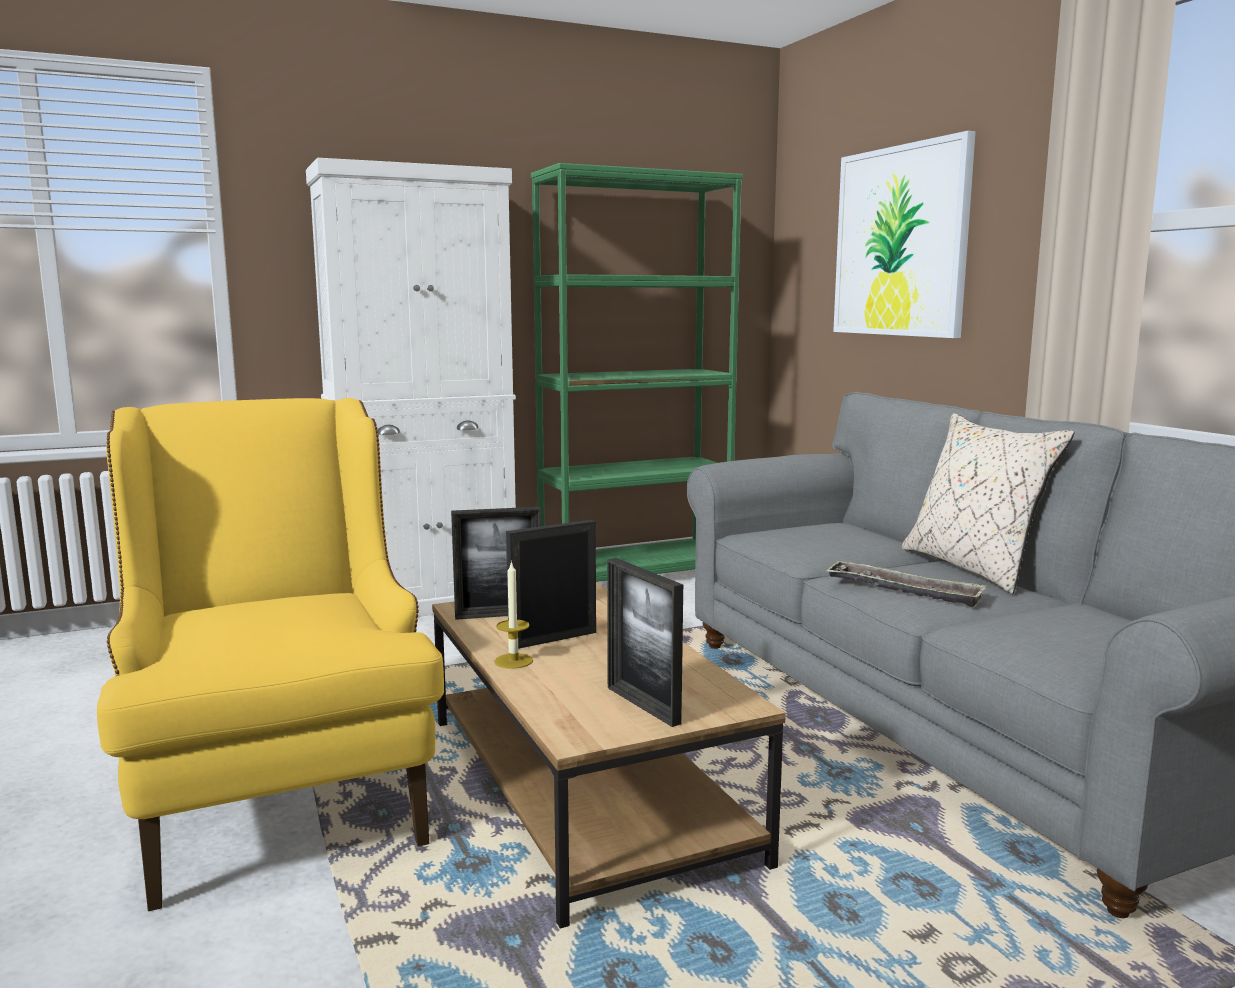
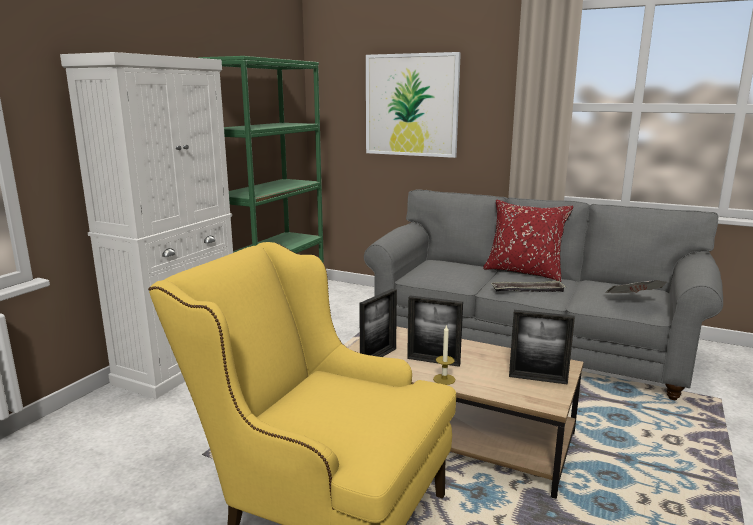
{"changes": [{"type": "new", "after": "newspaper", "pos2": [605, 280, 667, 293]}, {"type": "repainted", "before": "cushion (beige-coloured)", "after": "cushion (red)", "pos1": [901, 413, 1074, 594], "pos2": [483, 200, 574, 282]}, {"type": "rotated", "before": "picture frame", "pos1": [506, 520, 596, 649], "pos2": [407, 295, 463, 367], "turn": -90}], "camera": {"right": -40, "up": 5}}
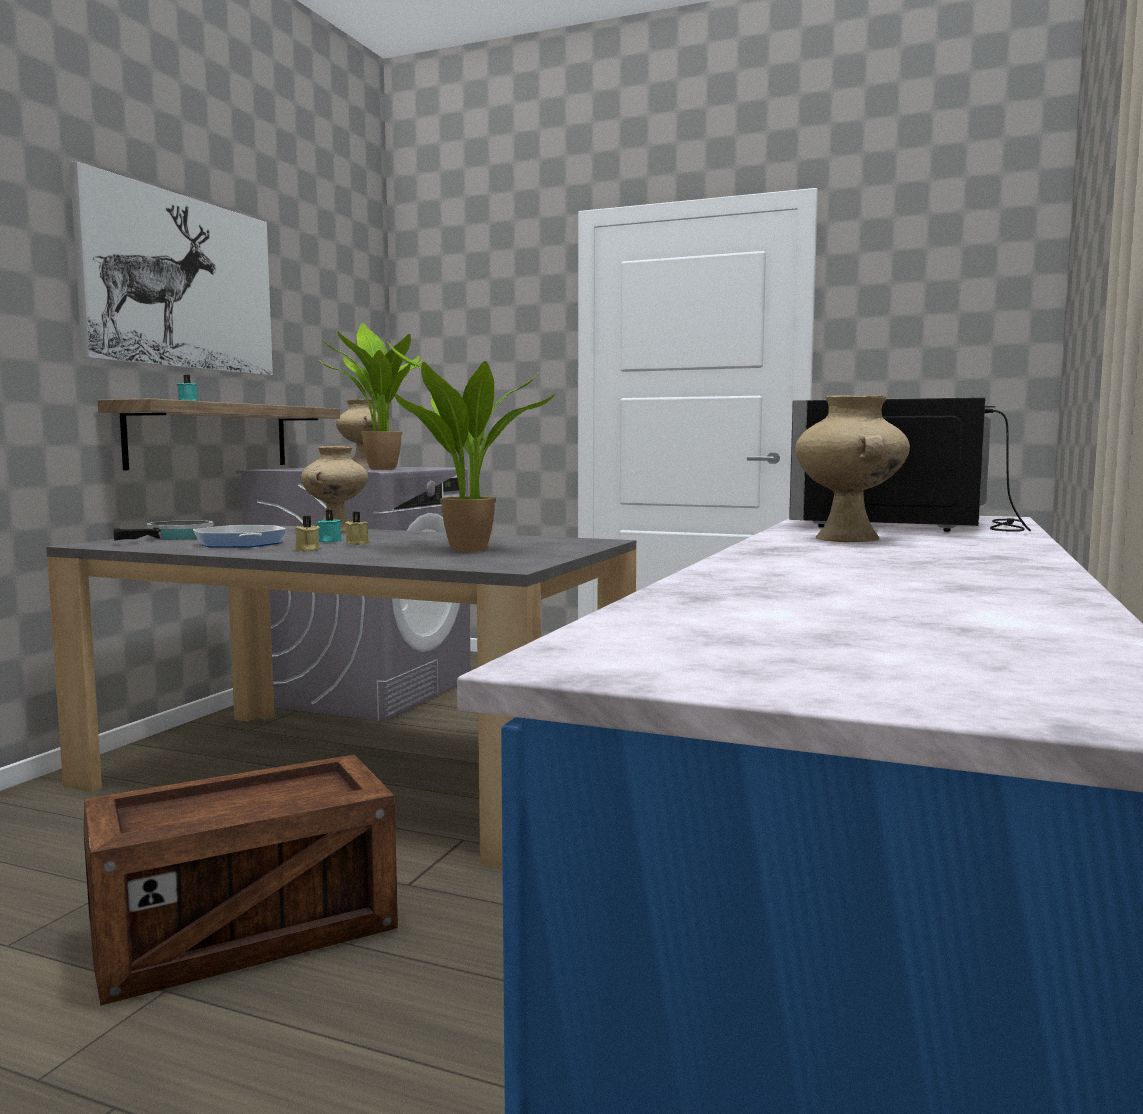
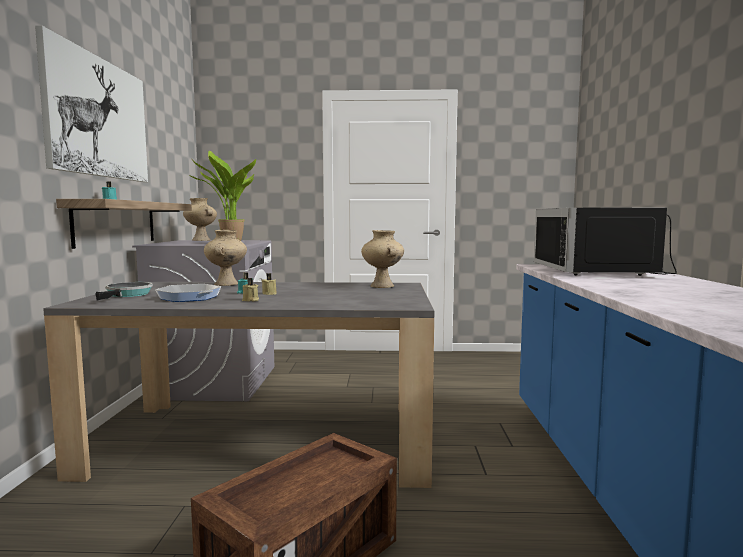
{"changes": [{"type": "gone", "before": "plant in a pot", "pos1": [387, 341, 556, 552]}, {"type": "shifted", "before": "decorative vase (beige-coloured)", "pos1": [795, 395, 910, 542], "pos2": [361, 230, 404, 288]}], "camera": {"right": -20, "up": 0}}
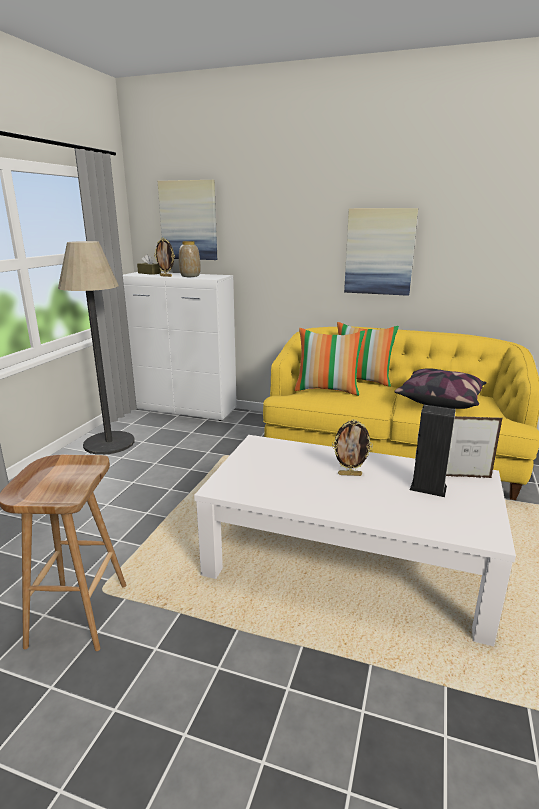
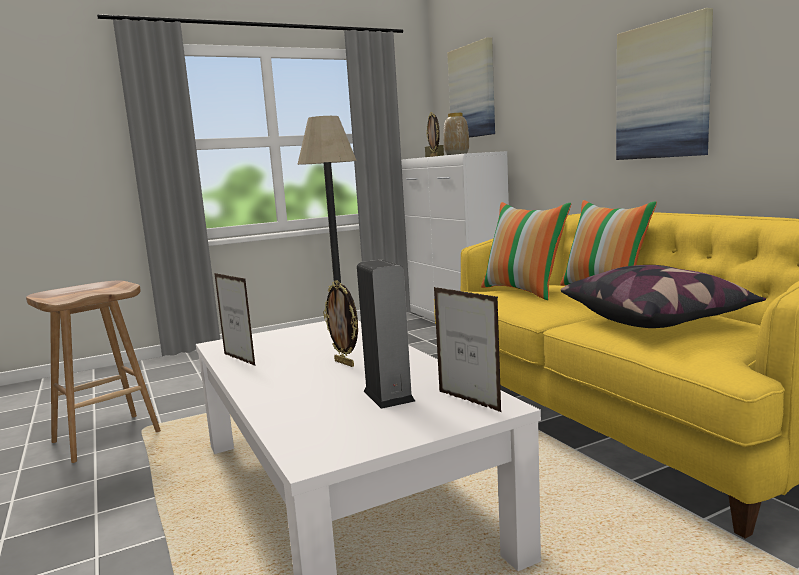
{"changes": [{"type": "new", "after": "picture frame", "pos2": [214, 273, 256, 366]}], "camera": {"right": 45, "up": -10}}
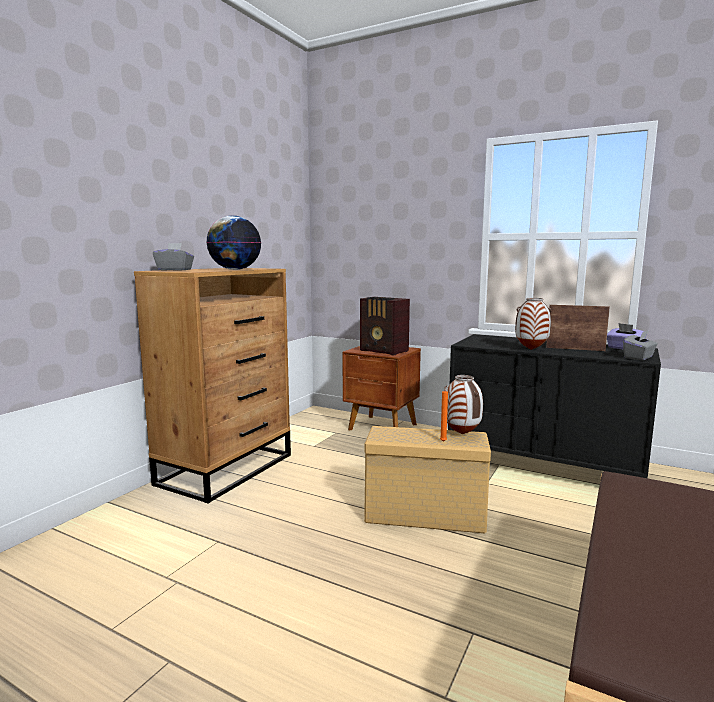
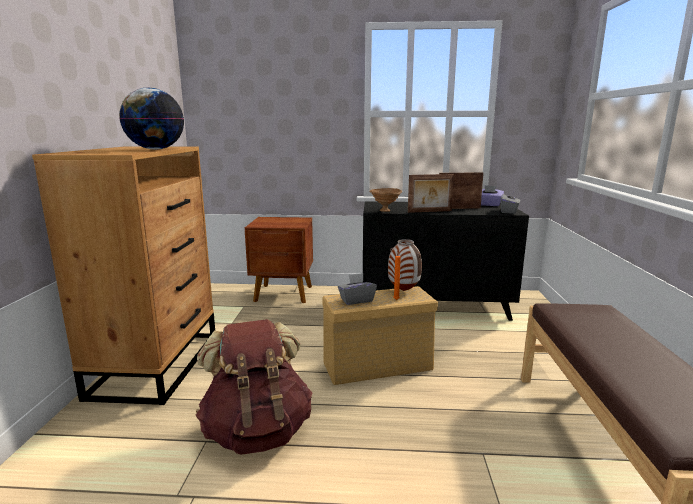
{"changes": [{"type": "gone", "before": "radio", "pos1": [360, 297, 410, 355]}, {"type": "new", "after": "knapsack (brown)", "pos2": [196, 319, 312, 455]}, {"type": "new", "after": "serving bowl (brown)", "pos2": [369, 188, 402, 212]}, {"type": "shifted", "before": "box of tissues (gray)", "pos1": [153, 243, 194, 271], "pos2": [338, 273, 377, 305]}, {"type": "swapped", "before": "decorative vase", "after": "picture frame", "pos1": [515, 298, 552, 350], "pos2": [408, 174, 454, 213]}], "camera": {"right": -25, "up": 5}}
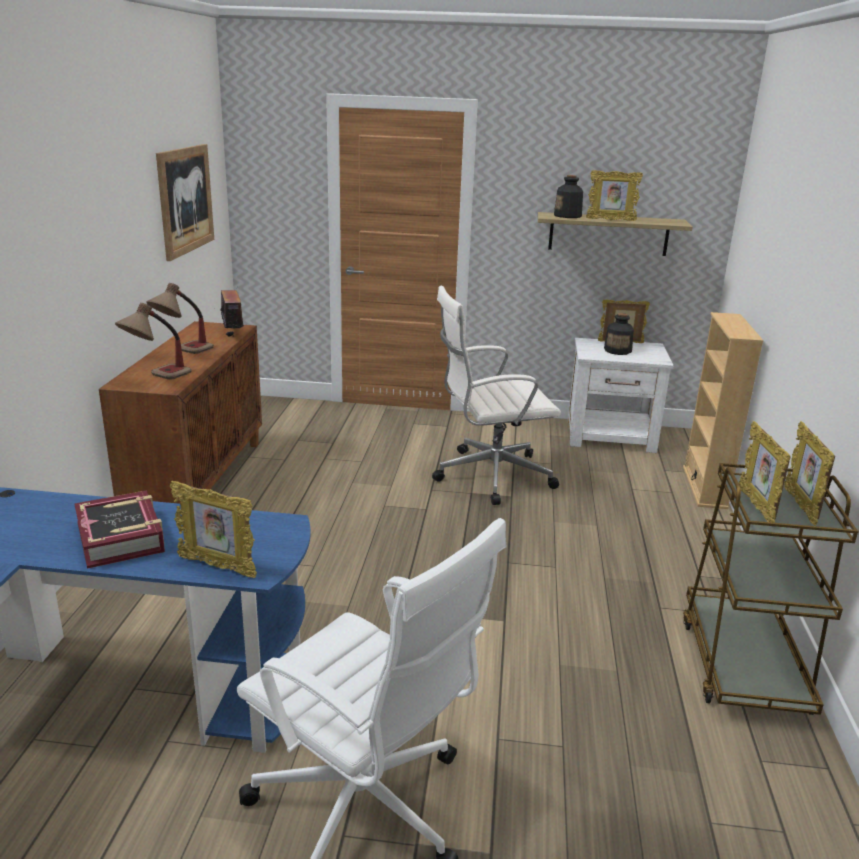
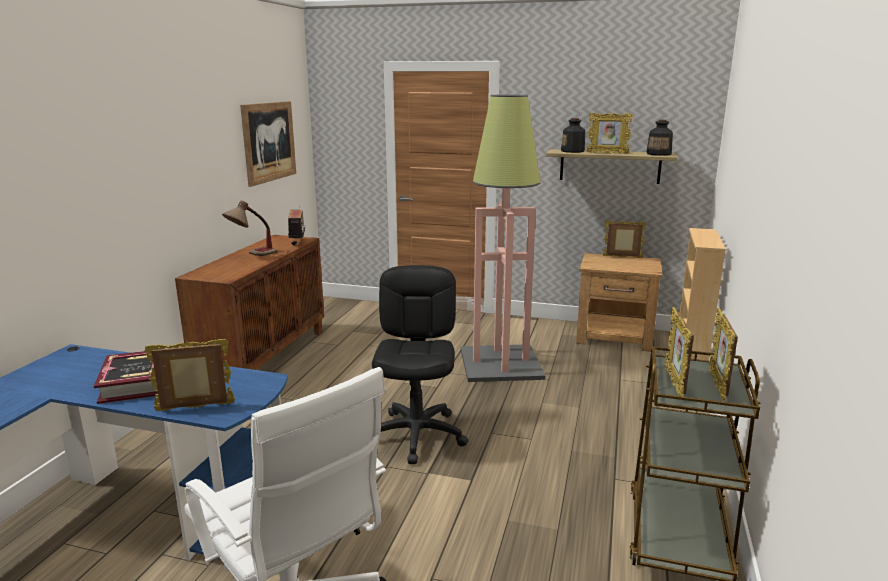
{"changes": [{"type": "gone", "before": "table lamp", "pos1": [115, 303, 192, 380]}, {"type": "new", "after": "office chair (black-coloured)", "pos2": [372, 265, 468, 464]}, {"type": "shifted", "before": "beverage bottle", "pos1": [604, 313, 634, 355], "pos2": [647, 120, 673, 156]}, {"type": "swapped", "before": "office chair (white)", "after": "standing lamp", "pos1": [432, 286, 561, 505], "pos2": [461, 95, 545, 382]}, {"type": "repainted", "before": "night table (white)", "after": "night table (brown)", "pos1": [568, 338, 674, 453], "pos2": [576, 253, 662, 352]}, {"type": "rotated", "before": "picture frame", "pos1": [170, 481, 257, 578], "pos2": [145, 339, 235, 411], "turn": 135}], "camera": {"right": 10, "up": -5}}
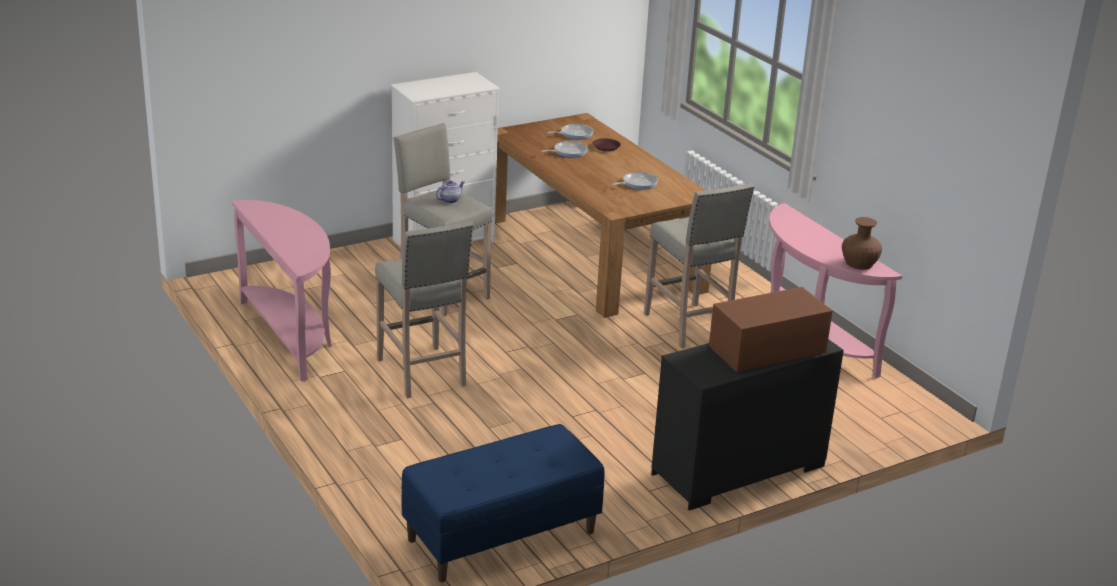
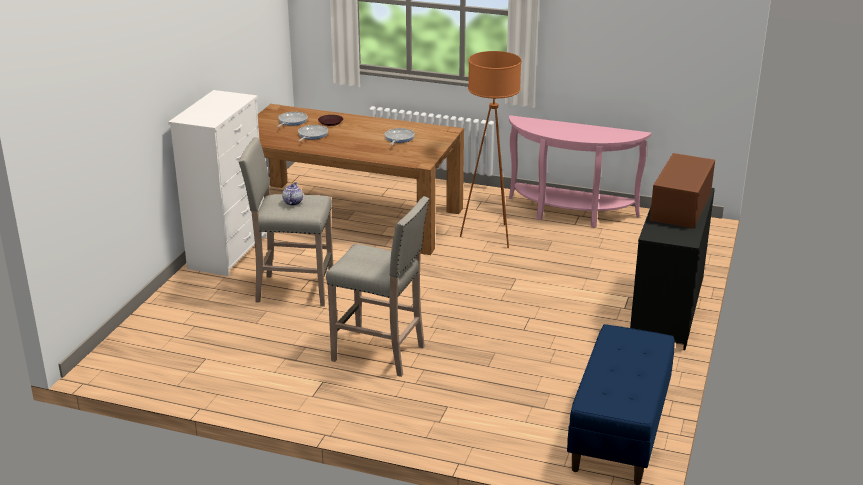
{"changes": [{"type": "gone", "before": "narrow table (pinkish)", "pos1": [231, 200, 332, 382]}, {"type": "gone", "before": "decorative vase (brown)", "pos1": [842, 217, 882, 270]}, {"type": "swapped", "before": "sitting stool (beige-coloured)", "after": "standing lamp (orangey)", "pos1": [644, 183, 755, 349], "pos2": [460, 51, 522, 248]}], "camera": {"right": -40, "up": 0}}
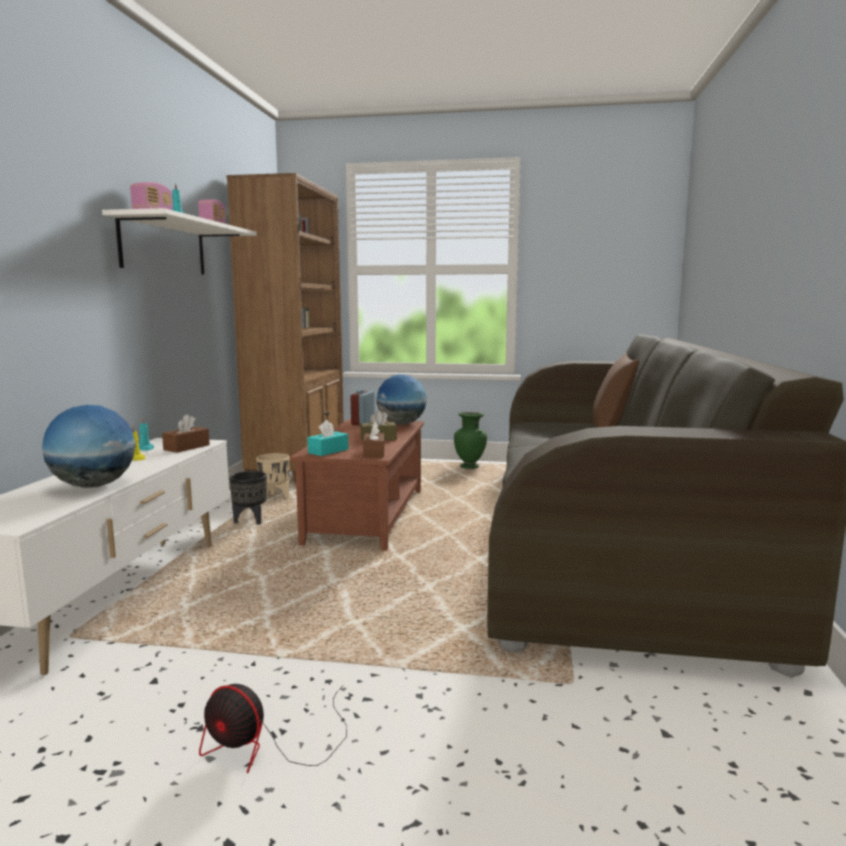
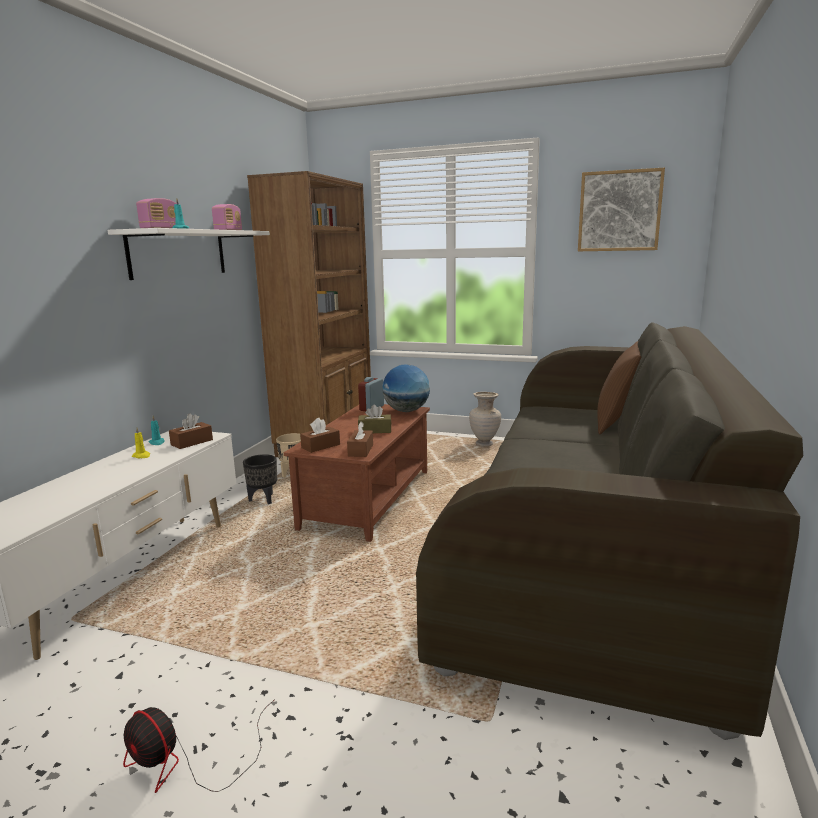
{"changes": [{"type": "gone", "before": "globe", "pos1": [42, 405, 136, 488]}, {"type": "new", "after": "wall art", "pos2": [578, 168, 665, 251]}, {"type": "repainted", "before": "box of tissues (turquoise)", "after": "box of tissues (brown)", "pos1": [307, 420, 349, 456], "pos2": [300, 418, 340, 453]}, {"type": "repainted", "before": "decorative vase (green-coloured)", "after": "decorative vase (beige-coloured)", "pos1": [454, 412, 487, 469], "pos2": [469, 392, 501, 447]}], "camera": {"right": 10, "up": 5}}
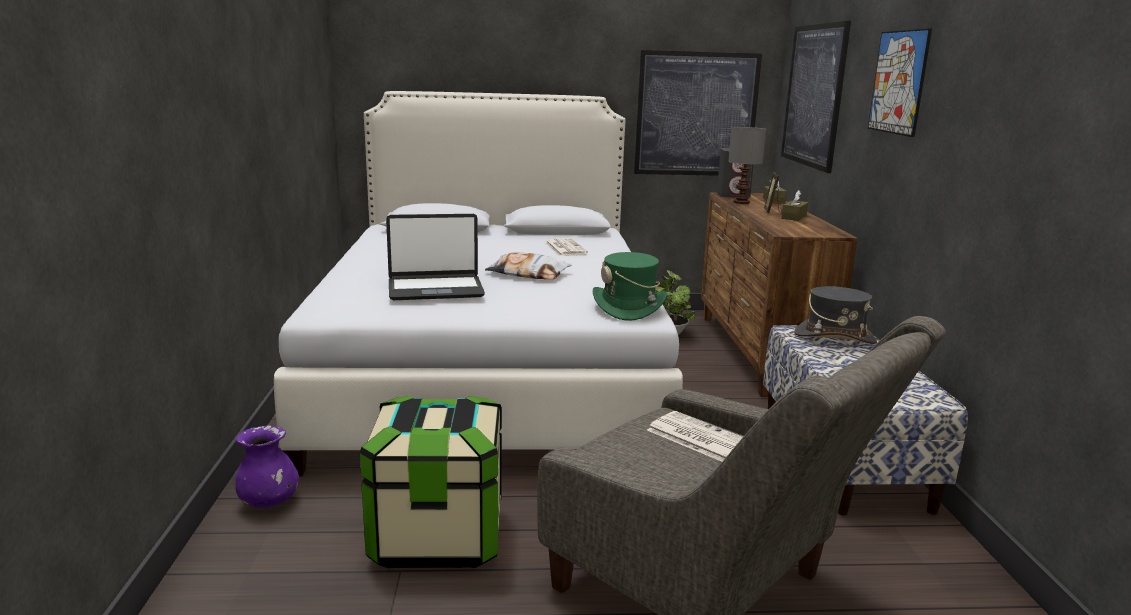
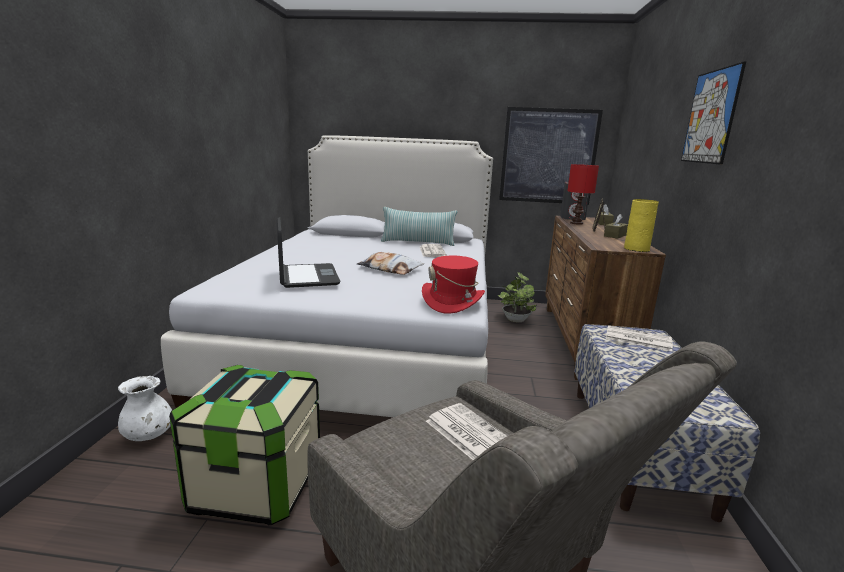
{"changes": [{"type": "gone", "before": "wall art", "pos1": [781, 21, 851, 173]}, {"type": "new", "after": "cushion", "pos2": [381, 207, 457, 246]}, {"type": "new", "after": "decorative vase (yellow)", "pos2": [624, 199, 659, 252]}, {"type": "swapped", "before": "hat (gray)", "after": "newspaper", "pos1": [794, 286, 877, 344], "pos2": [606, 325, 673, 351]}, {"type": "repainted", "before": "decorative vase (purple)", "after": "decorative vase (white)", "pos1": [235, 425, 299, 508], "pos2": [118, 376, 172, 441]}, {"type": "repainted", "before": "hat (green-coloured)", "after": "hat (red)", "pos1": [593, 252, 667, 321], "pos2": [422, 256, 485, 314]}, {"type": "repainted", "before": "table lamp (gray)", "after": "table lamp (red)", "pos1": [728, 127, 766, 204], "pos2": [567, 164, 599, 225]}, {"type": "rotated", "before": "laptop", "pos1": [386, 214, 485, 300], "pos2": [277, 217, 341, 288], "turn": -105}], "camera": {"right": 10, "up": 0}}
